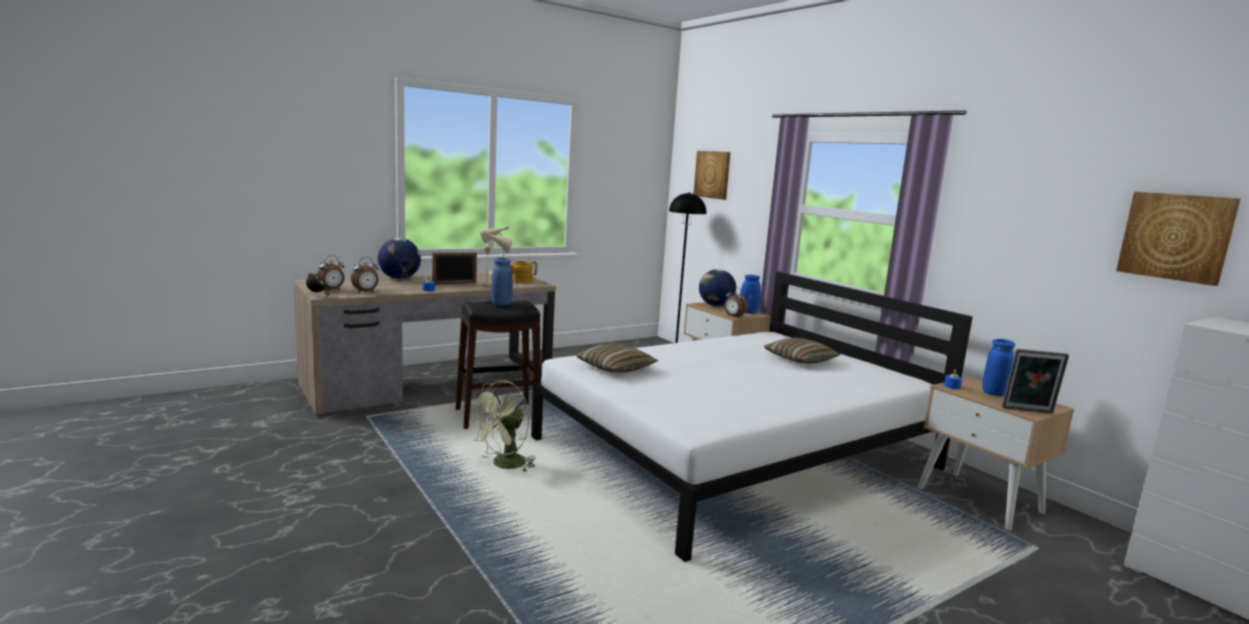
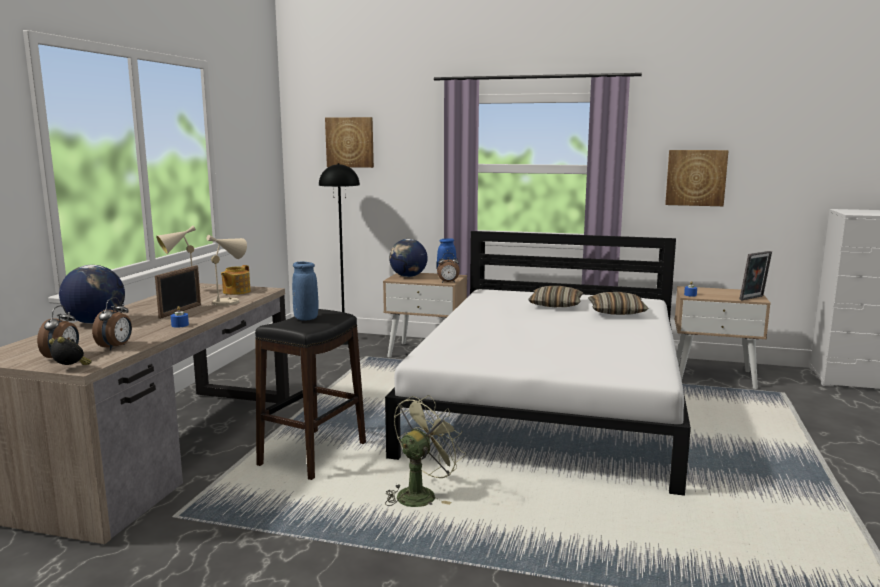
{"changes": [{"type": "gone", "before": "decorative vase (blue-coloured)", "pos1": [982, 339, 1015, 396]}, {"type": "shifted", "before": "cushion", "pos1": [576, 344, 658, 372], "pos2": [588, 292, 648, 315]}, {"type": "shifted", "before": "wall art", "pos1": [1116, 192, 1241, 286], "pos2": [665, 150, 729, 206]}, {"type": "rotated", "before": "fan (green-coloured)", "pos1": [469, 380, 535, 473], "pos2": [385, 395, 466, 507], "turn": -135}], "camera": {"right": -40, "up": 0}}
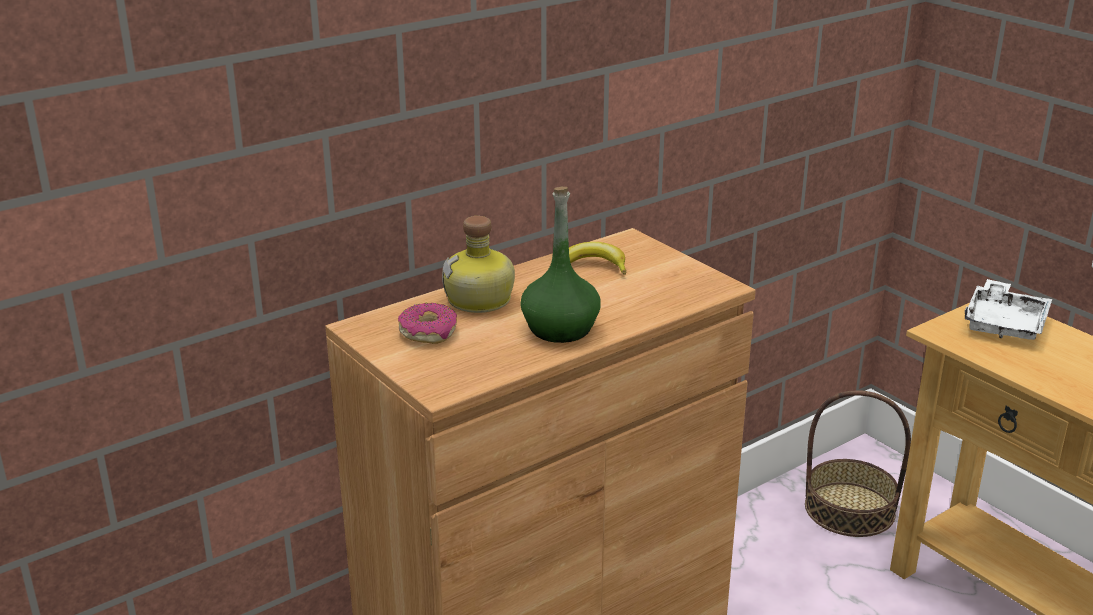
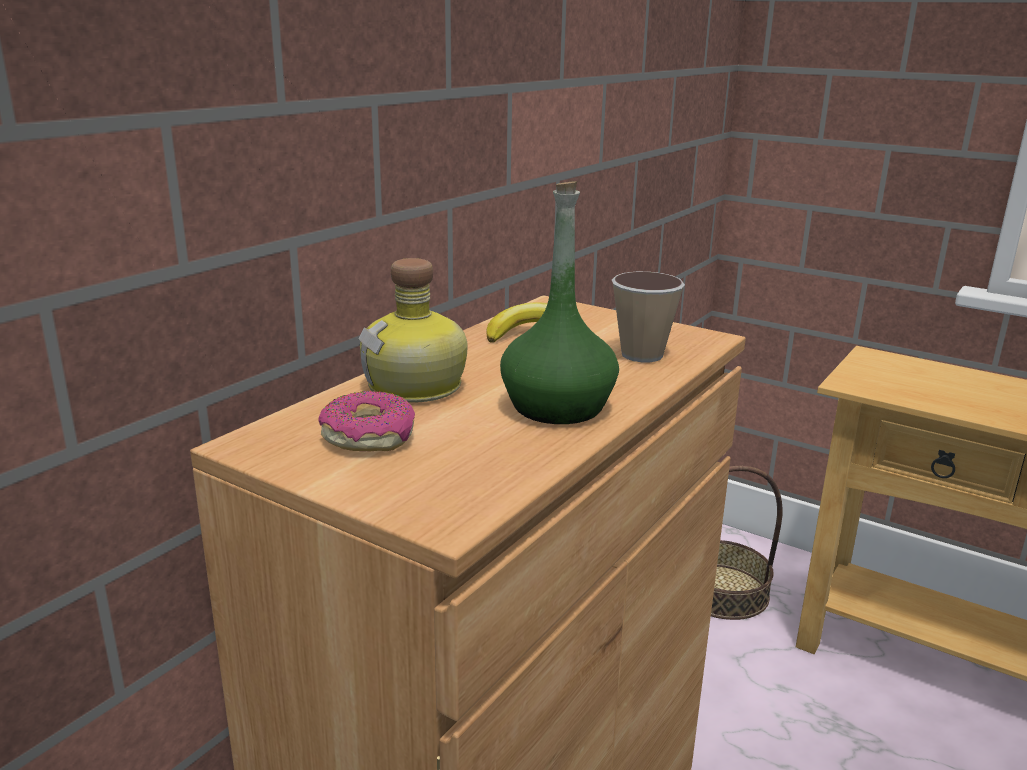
{"changes": [{"type": "gone", "before": "serving tray (white)", "pos1": [964, 279, 1052, 340]}, {"type": "new", "after": "small cup", "pos2": [612, 272, 685, 362]}], "camera": {"right": -20, "up": -5}}
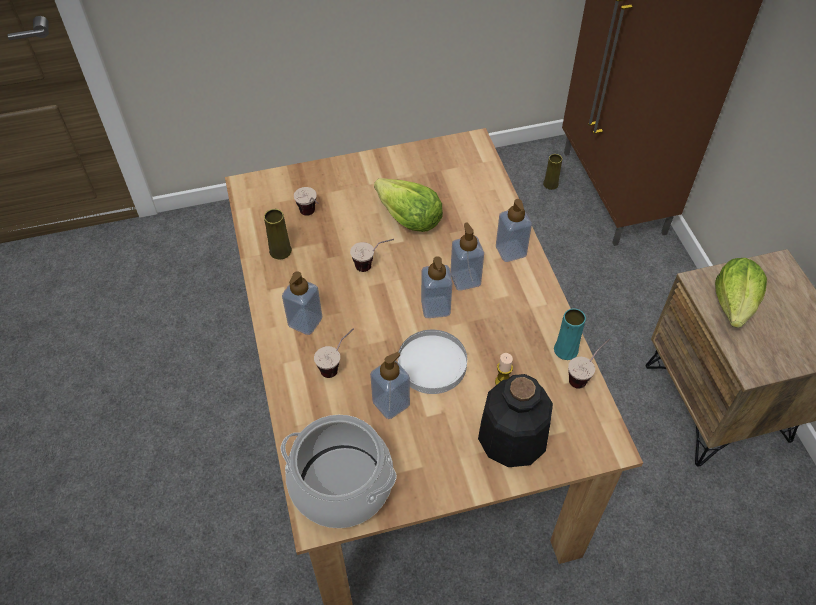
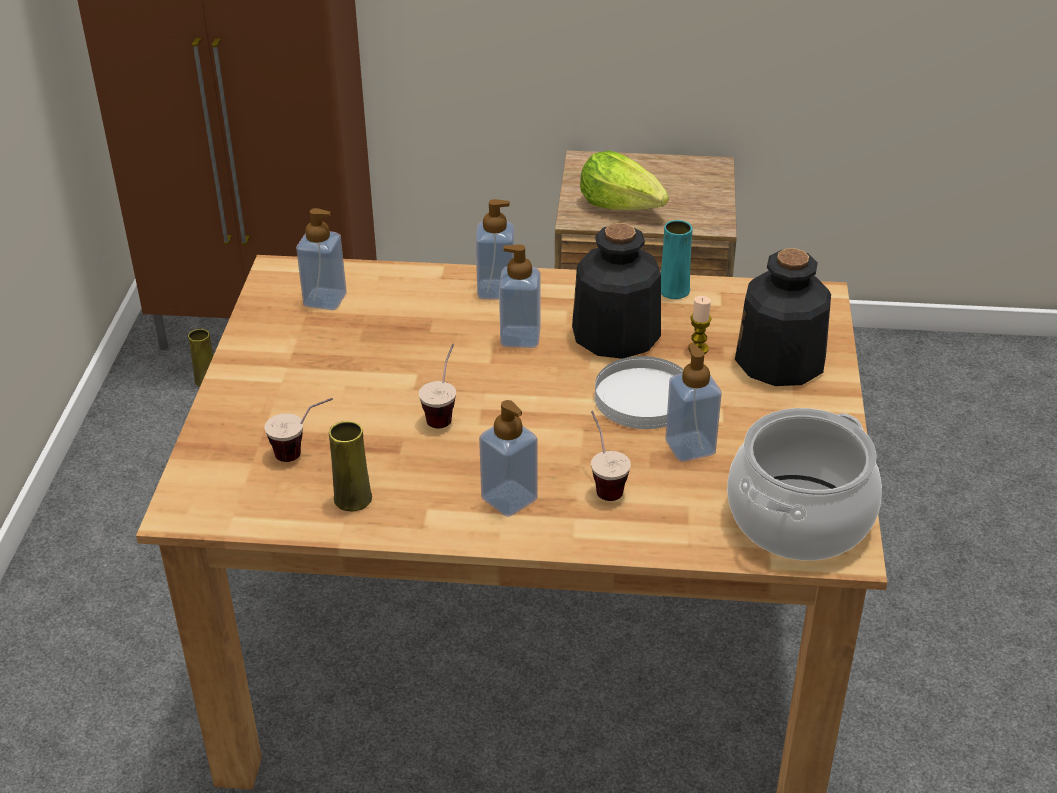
{"changes": [{"type": "gone", "before": "lettuce head", "pos1": [374, 178, 443, 232]}, {"type": "gone", "before": "small cup", "pos1": [568, 339, 610, 389]}, {"type": "new", "after": "beverage bottle", "pos2": [572, 223, 661, 359]}, {"type": "shifted", "before": "soap dispenser", "pos1": [421, 256, 452, 318], "pos2": [296, 208, 347, 310]}], "camera": {"right": -70, "up": -15}}
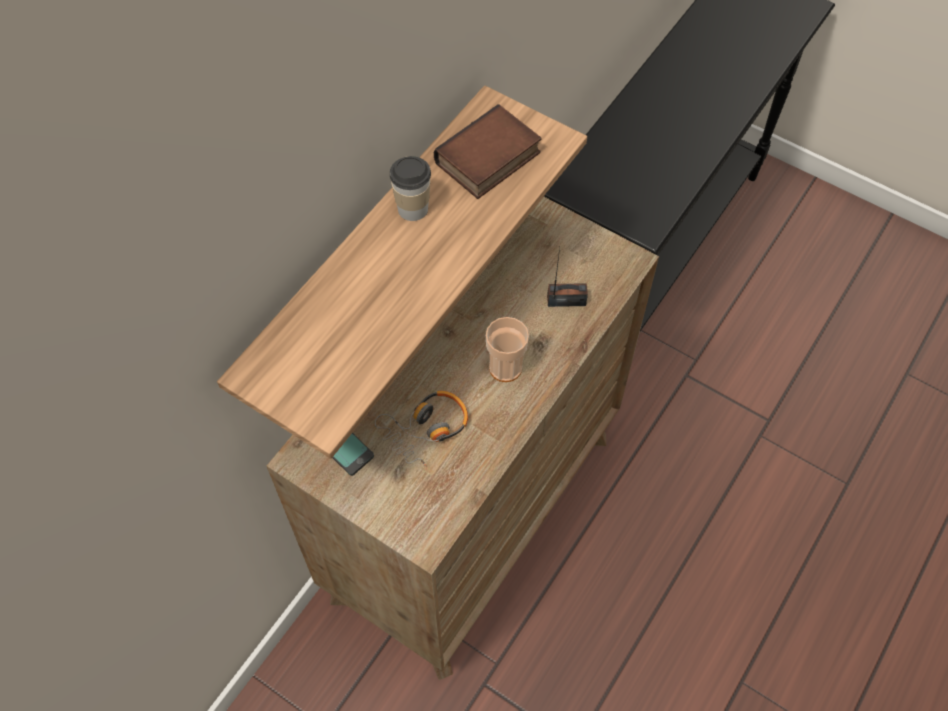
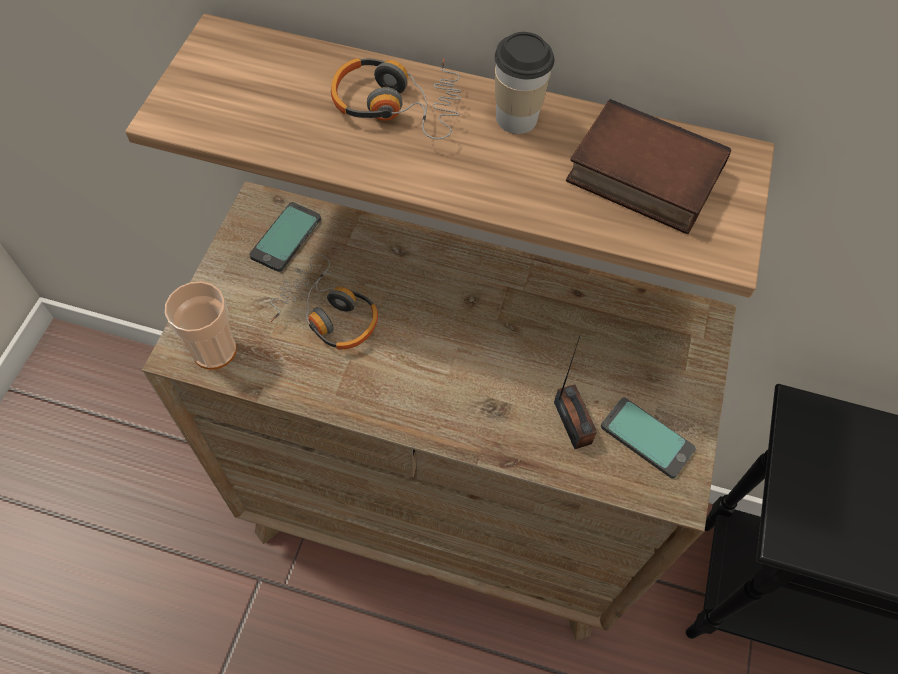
{"changes": [{"type": "new", "after": "headset", "pos2": [331, 58, 461, 139]}, {"type": "new", "after": "handset", "pos2": [601, 397, 696, 479]}, {"type": "shifted", "before": "small cup", "pos1": [486, 317, 529, 382], "pos2": [165, 281, 237, 370]}], "camera": {"right": 70, "up": 0}}
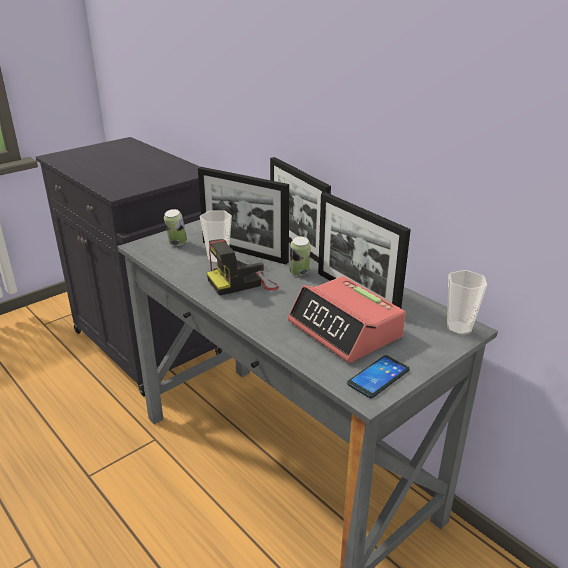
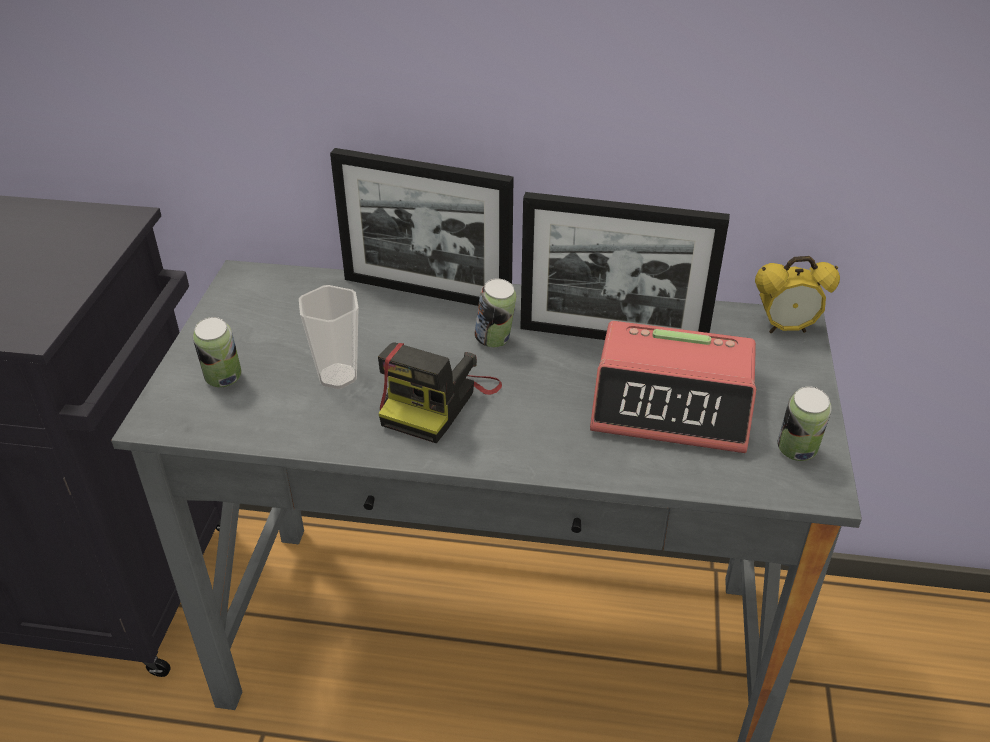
{"changes": [{"type": "gone", "before": "picture frame", "pos1": [198, 167, 289, 265]}, {"type": "swapped", "before": "handset", "after": "sealed can", "pos1": [347, 355, 410, 398], "pos2": [778, 386, 832, 461]}, {"type": "swapped", "before": "small cup", "after": "alarm clock", "pos1": [447, 270, 487, 336], "pos2": [755, 256, 840, 333]}], "camera": {"right": -40, "up": 10}}
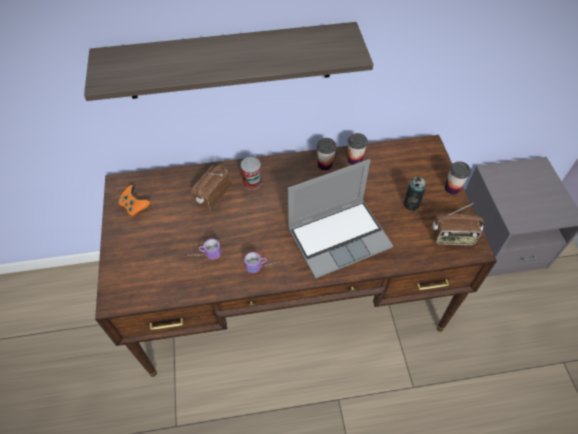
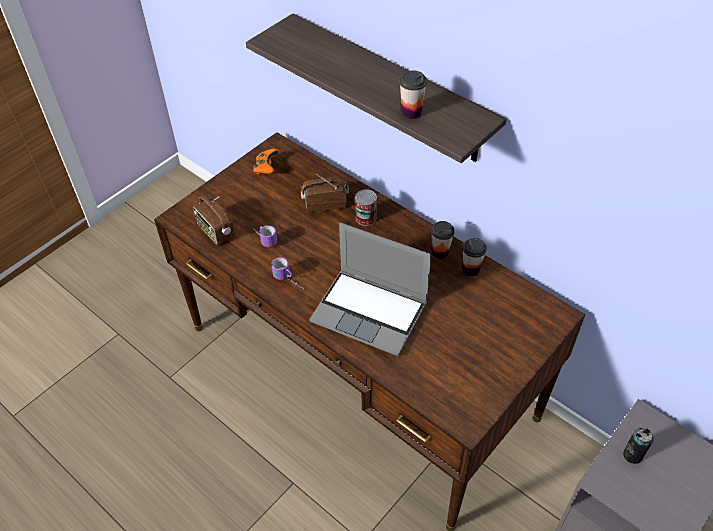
{"changes": [{"type": "shifted", "before": "sealed can", "pos1": [404, 177, 426, 211], "pos2": [623, 428, 654, 464]}, {"type": "shifted", "before": "radio", "pos1": [432, 203, 484, 245], "pos2": [193, 196, 235, 245]}, {"type": "shifted", "before": "small cup", "pos1": [445, 161, 471, 195], "pos2": [399, 70, 427, 119]}], "camera": {"right": 50, "up": -5}}
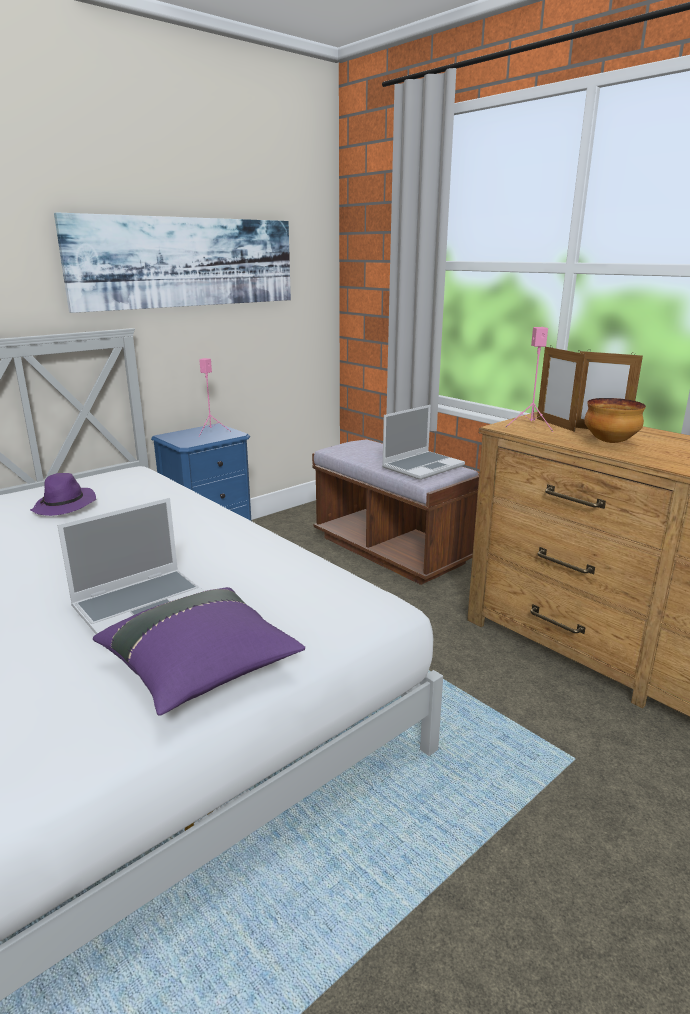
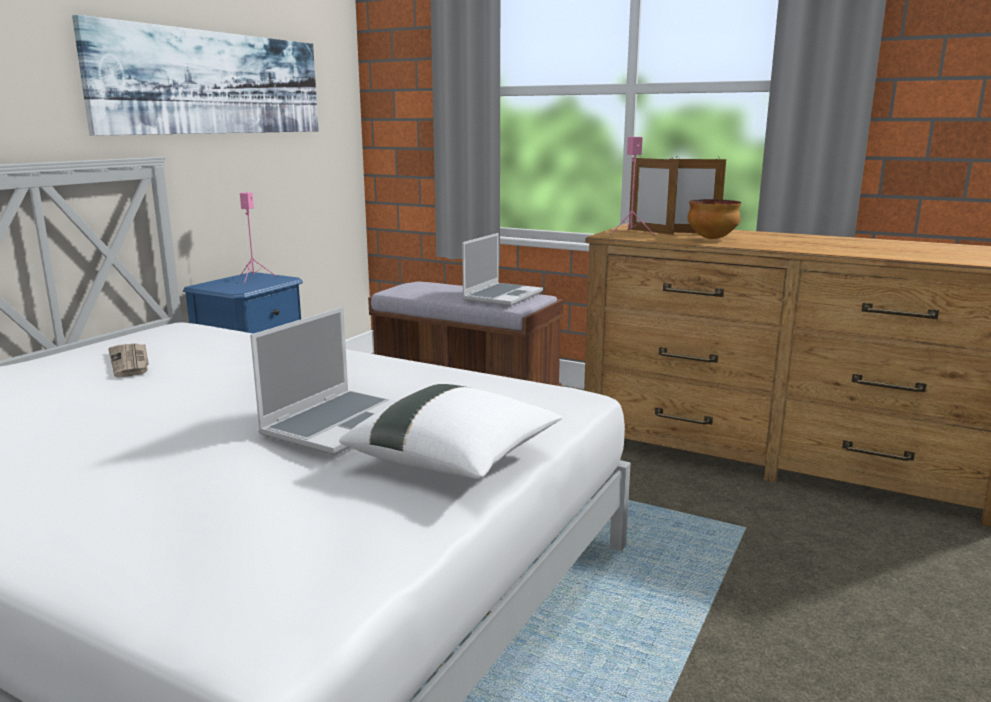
{"changes": [{"type": "swapped", "before": "hat (purple)", "after": "newspaper", "pos1": [30, 473, 97, 516], "pos2": [108, 343, 149, 377]}, {"type": "repainted", "before": "cushion (purple)", "after": "cushion (white)", "pos1": [93, 587, 305, 716], "pos2": [339, 384, 562, 479]}], "camera": {"right": -20, "up": -5}}
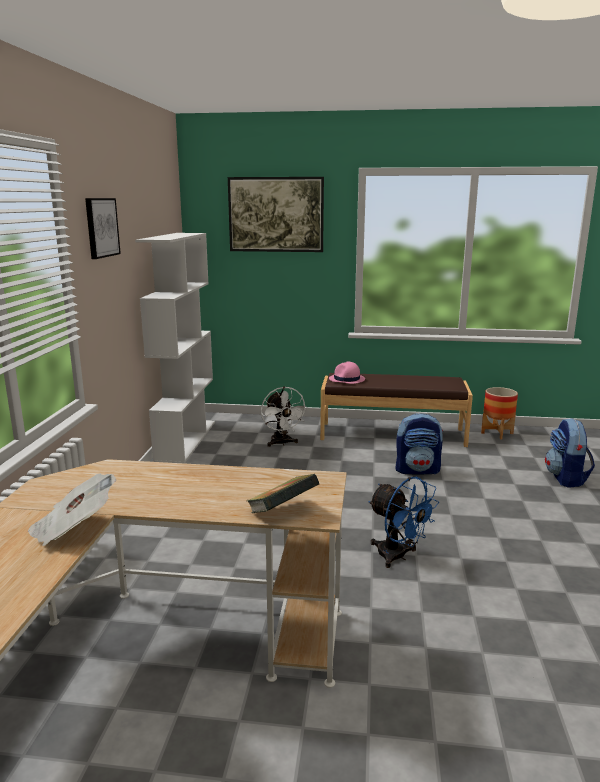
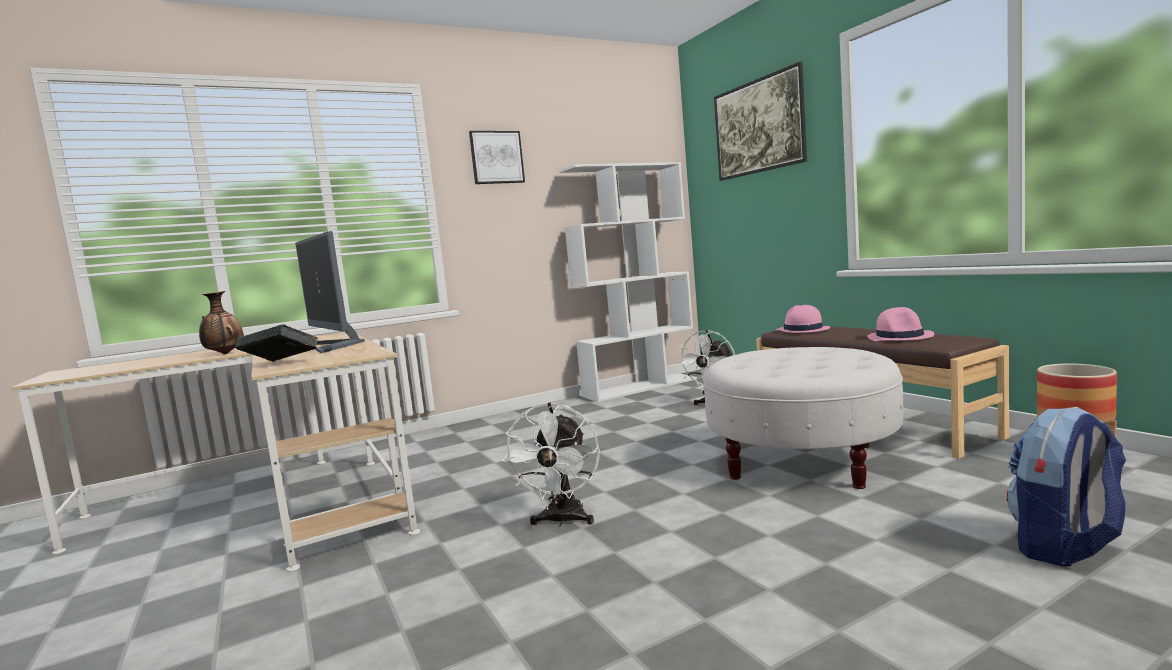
{"changes": [{"type": "new", "after": "computer screen", "pos2": [295, 231, 365, 353]}, {"type": "new", "after": "hat (pinkish)", "pos2": [867, 307, 934, 341]}, {"type": "swapped", "before": "newspaper", "after": "decorative vase", "pos1": [28, 473, 116, 546], "pos2": [199, 291, 244, 354]}, {"type": "swapped", "before": "knapsack", "after": "pouffe (white)", "pos1": [396, 413, 443, 475], "pos2": [703, 347, 903, 489]}, {"type": "repainted", "before": "fan (blue-coloured)", "after": "fan (white)", "pos1": [368, 477, 439, 568], "pos2": [502, 402, 600, 526]}], "camera": {"right": 55, "up": -10}}
